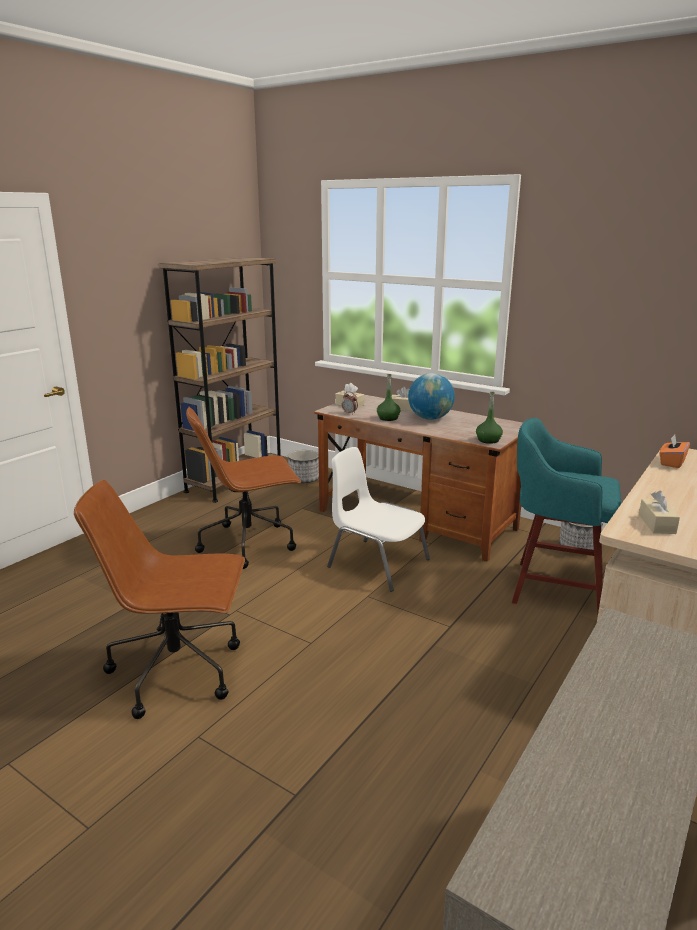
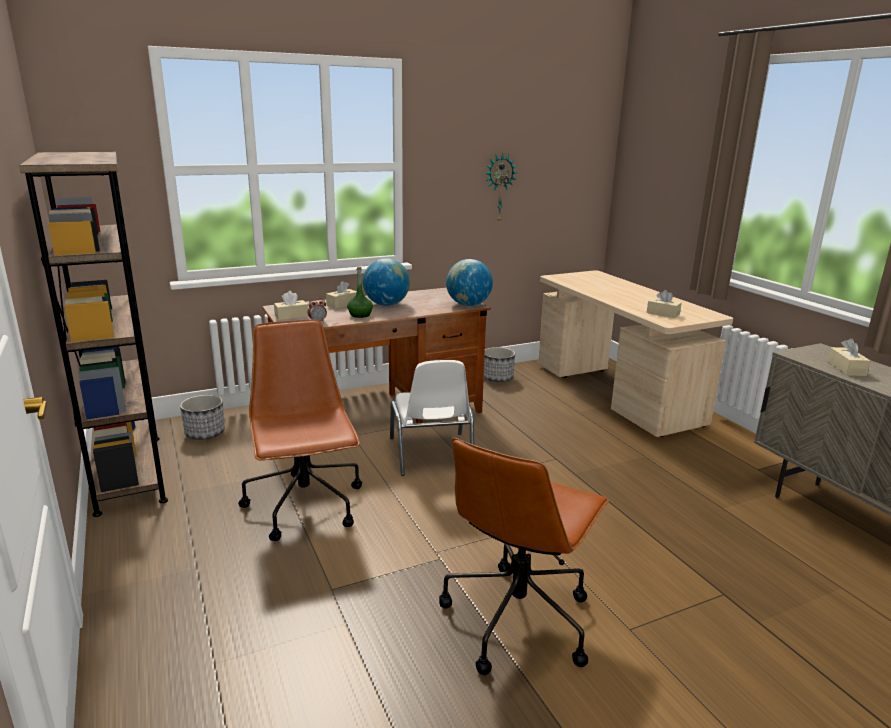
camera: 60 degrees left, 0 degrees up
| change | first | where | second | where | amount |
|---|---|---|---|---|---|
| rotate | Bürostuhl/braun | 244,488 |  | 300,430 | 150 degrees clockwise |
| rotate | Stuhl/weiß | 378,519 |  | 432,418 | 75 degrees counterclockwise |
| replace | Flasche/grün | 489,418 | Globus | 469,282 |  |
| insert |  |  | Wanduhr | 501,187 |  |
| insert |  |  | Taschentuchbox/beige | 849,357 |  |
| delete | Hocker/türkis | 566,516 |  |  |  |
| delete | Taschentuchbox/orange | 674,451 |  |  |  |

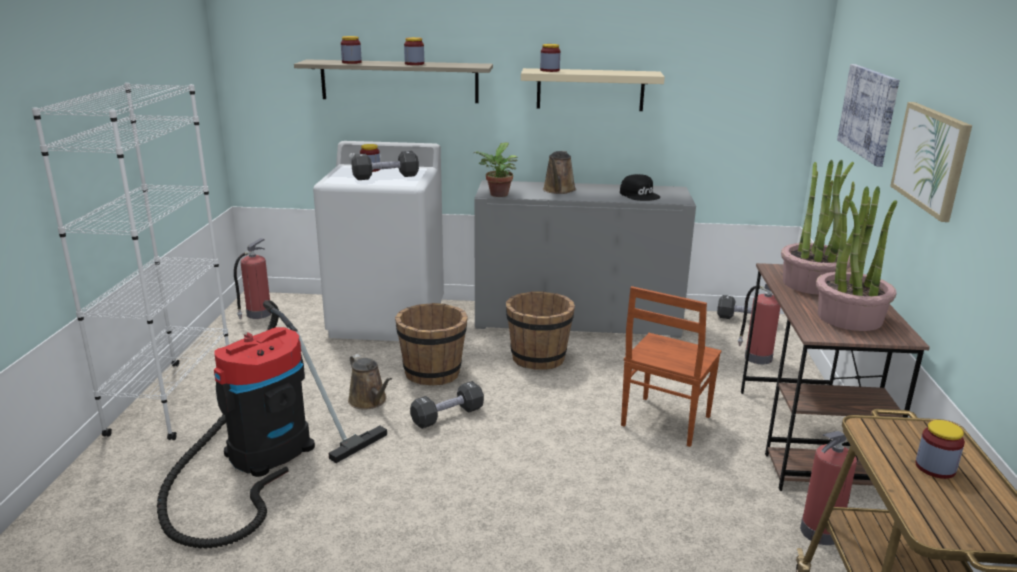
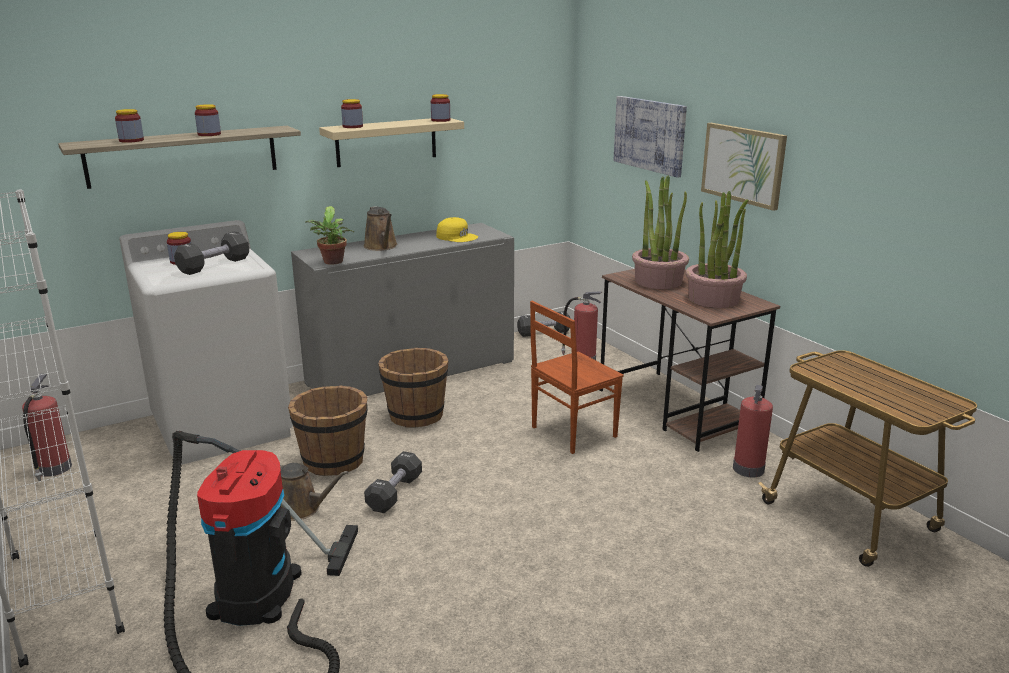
camera: 35 degrees left, 0 degrees up
| change | first | where | second | where | amount |
|---|---|---|---|---|---|
| move | Vorratsglas | 940,449 |  | 440,108 |  |
| recolor | Kappe/schwarz | 640,187 | Kappe/gelb | 457,229 |  |
| rotate | Stuhl/braun | 671,366 |  | 577,377 | 60 degrees clockwise |

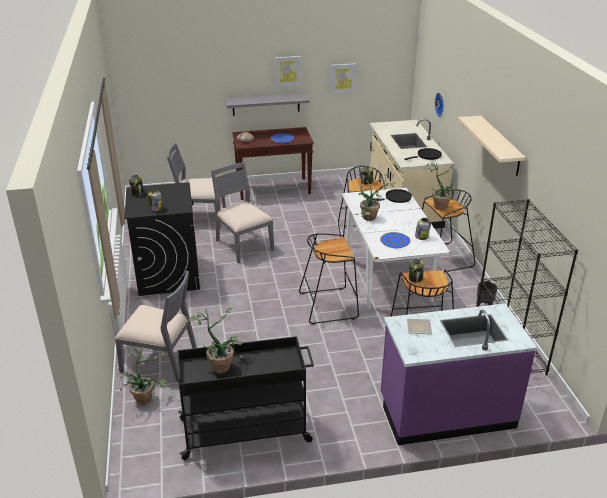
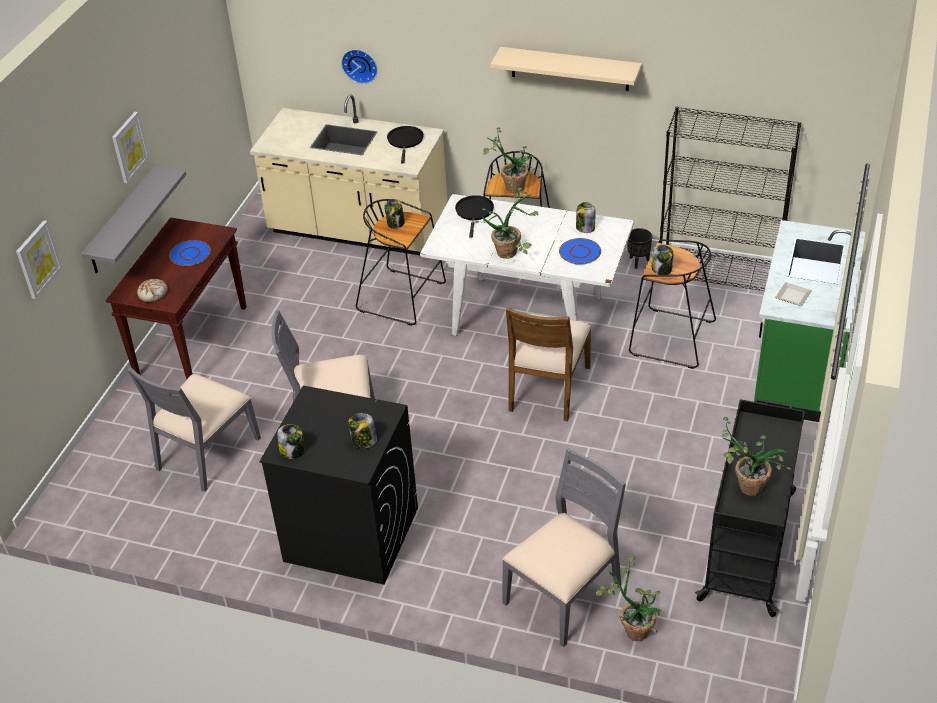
camera: 60 degrees left, 10 degrees up
| change | first | where | second | where | amount |
|---|---|---|---|---|---|
| move | Bild | 343,78 |  | 39,259 |  |
| replace | Hocker/schwarz | 329,279 | Stuhl/braun | 548,364 |  |
| recolor | Küchenzeile/lila | 459,374 | Küchenzeile/grün | 809,321 |  |

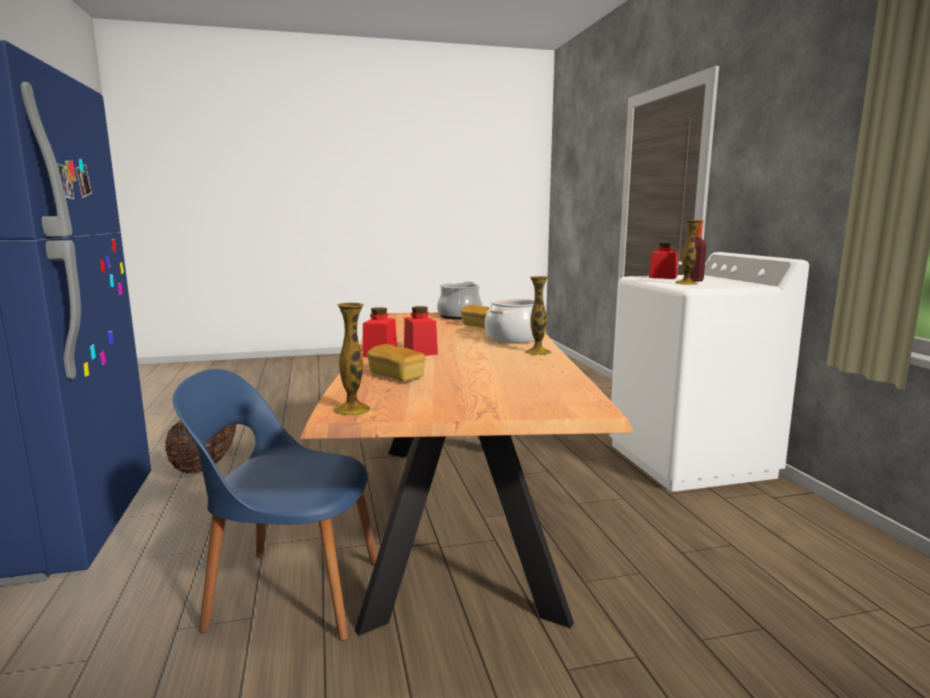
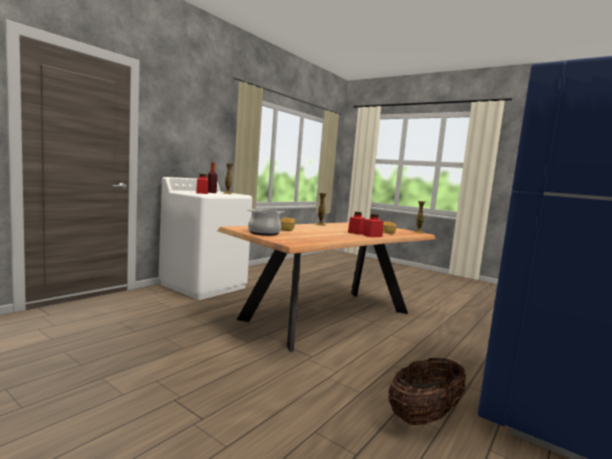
camera: 130 degrees left, 5 degrees down
| change | first | where | second | where | amount |
|---|---|---|---|---|---|
| delete | Stuhl/blau | 275,505 |  |  |  |
| delete | Kochtopf | 510,320 |  |  |  |

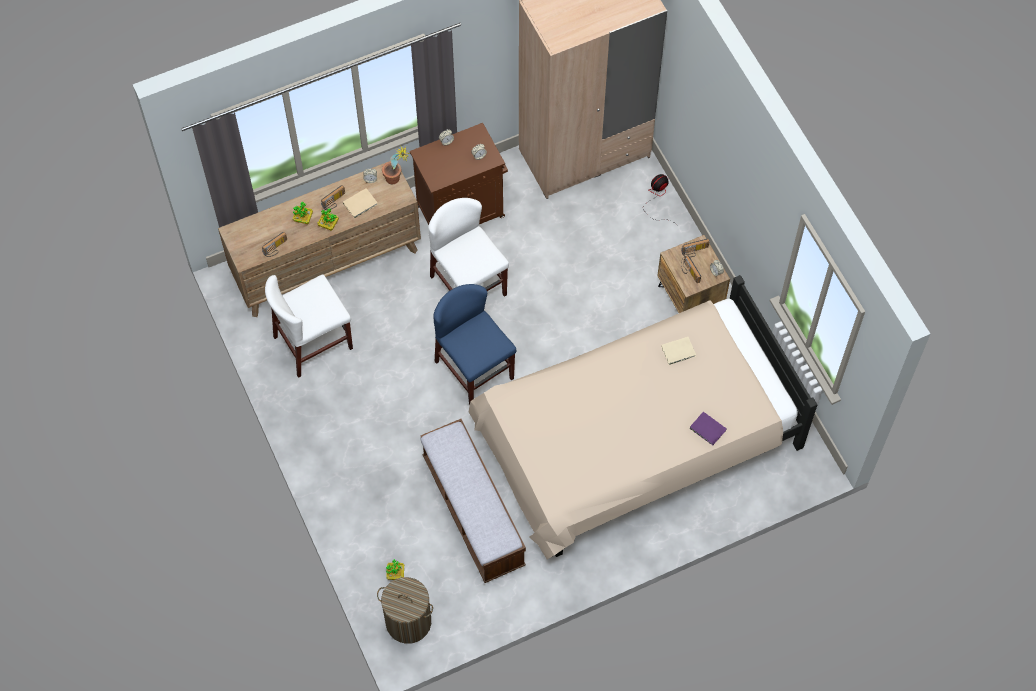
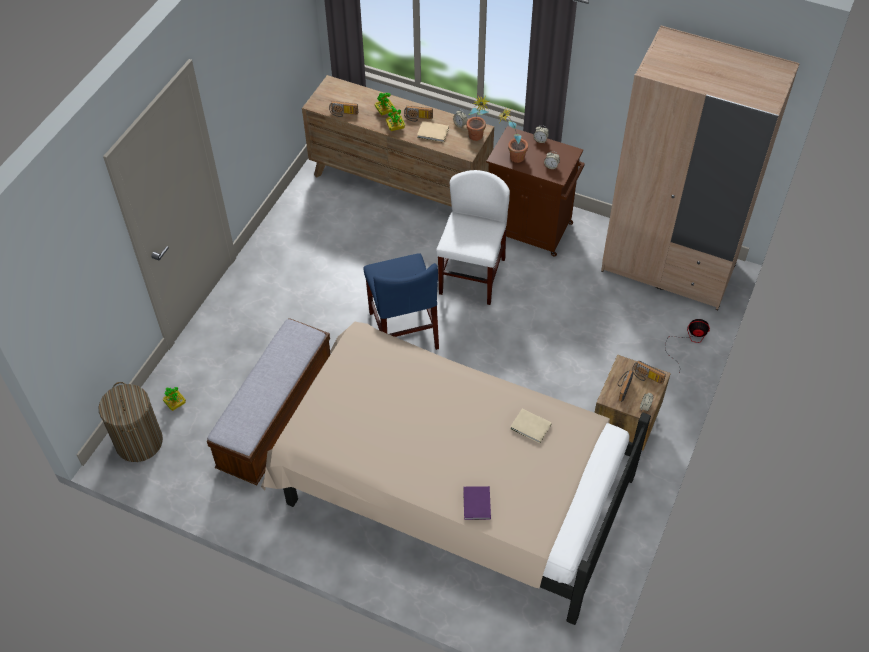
camera: 50 degrees right, 10 degrees down
| change | first | where | second | where | amount |
|---|---|---|---|---|---|
| rotate | Stuhl/blau | 475,344 |  | 401,301 | 150 degrees clockwise |
| insert |  |  | Topfpflanze | 513,136 |  |
| delete | Stuhl/weiß | 309,326 |  |  |  |

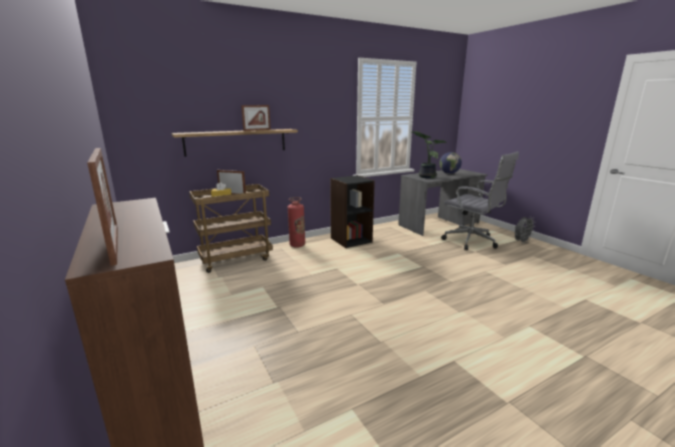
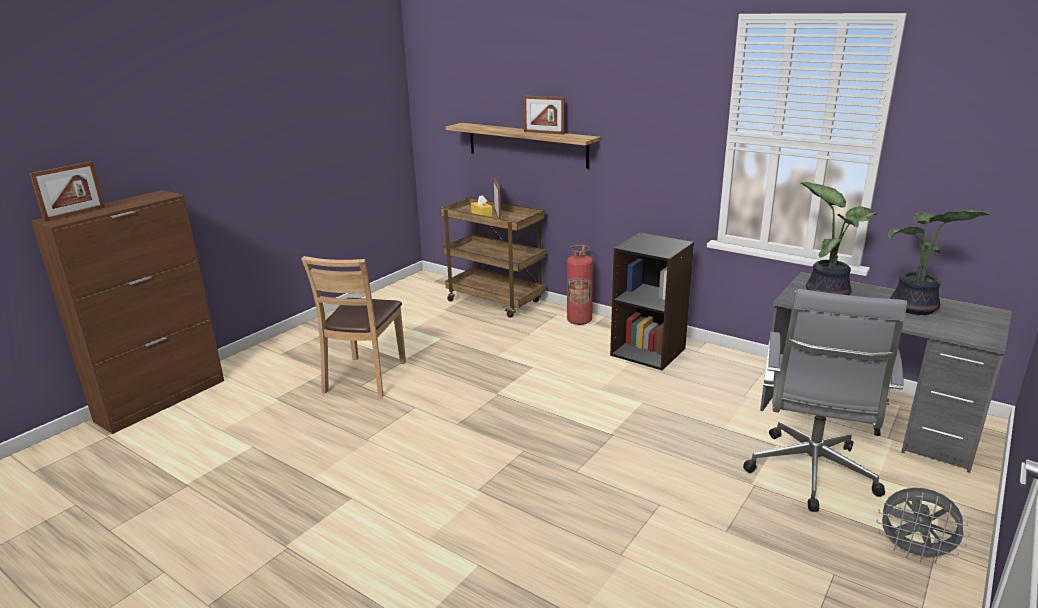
camera: 65 degrees right, 5 degrees up
| change | first | where | second | where | amount |
|---|---|---|---|---|---|
| insert |  |  | Stuhl/braun | 353,327 |  |
| replace | Globus | 450,163 | Topfpflanze | 939,262 |  |

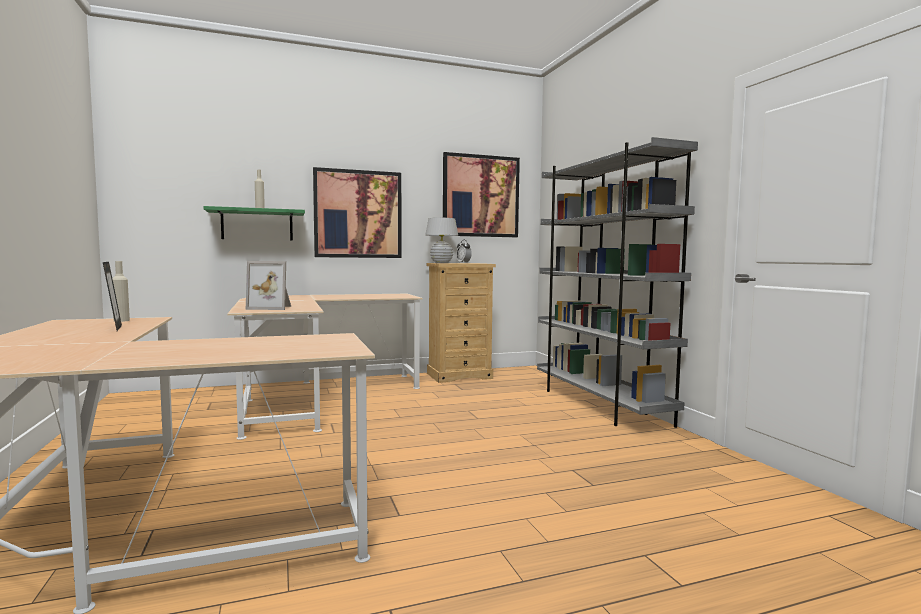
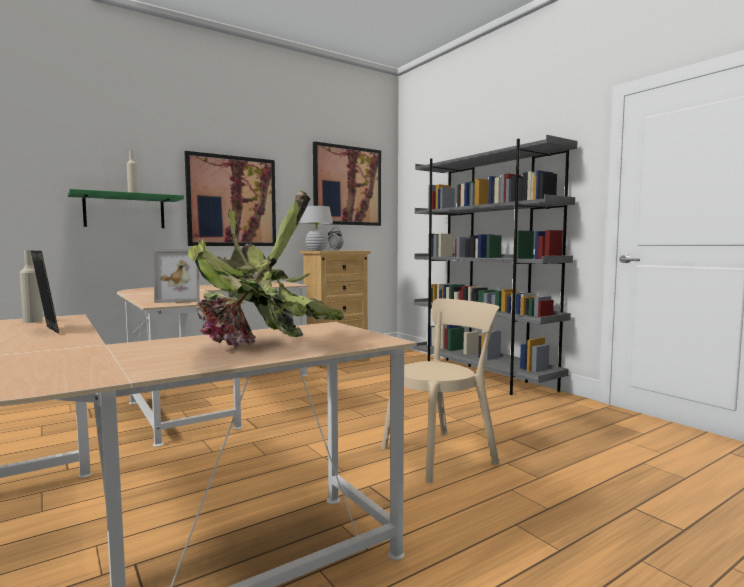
camera: 15 degrees left, 0 degrees up
| change | first | where | second | where | amount |
|---|---|---|---|---|---|
| insert |  |  | Topfpflanze | 266,268 |  |
| insert |  |  | Stuhl/beige | 440,390 |  |

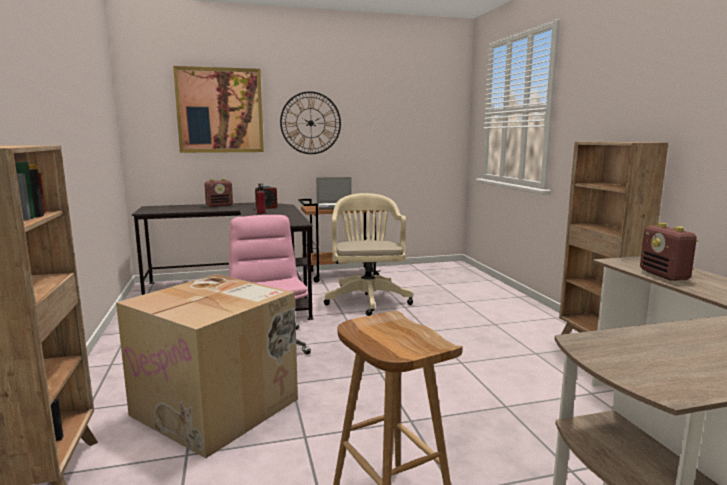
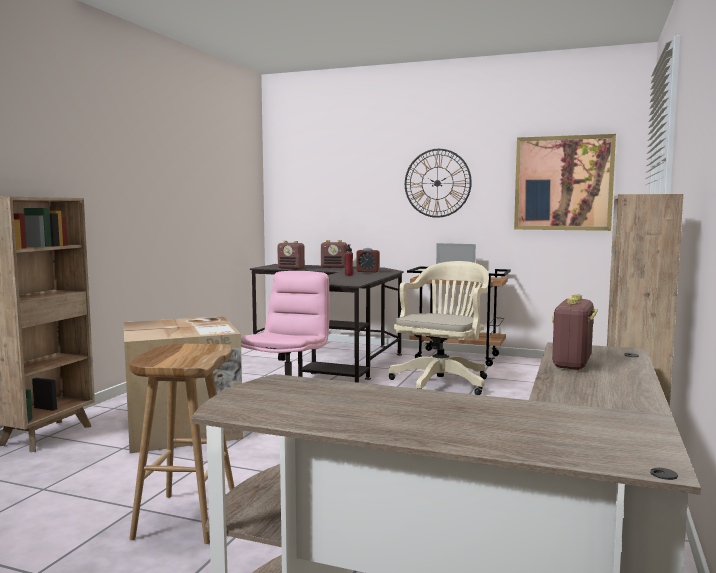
camera: 35 degrees right, 5 degrees down
| change | first | where | second | where | amount |
|---|---|---|---|---|---|
| insert |  |  | Radio | 291,255 |  |
| move | Bild | 218,109 |  | 565,182 |  |

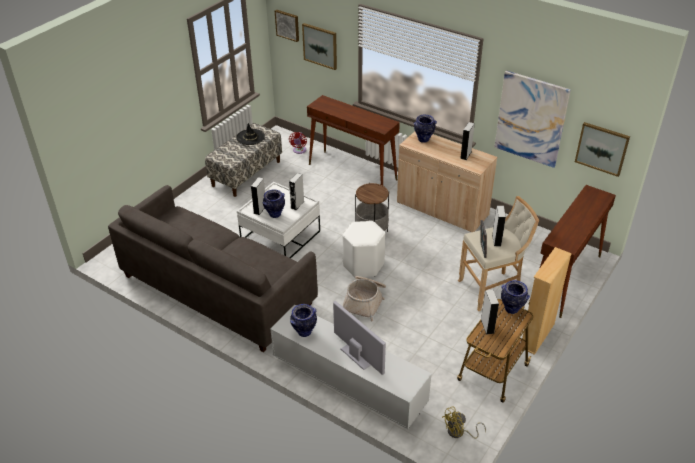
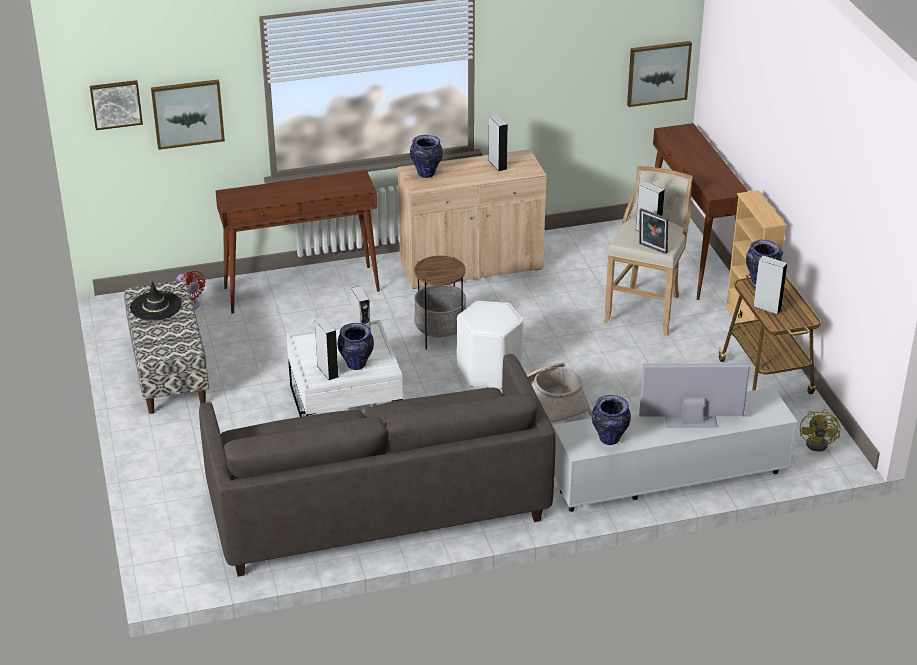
camera: 50 degrees left, 5 degrees down
| change | first | where | second | where | amount |
|---|---|---|---|---|---|
| delete | Bild | 533,119 |  |  |  |

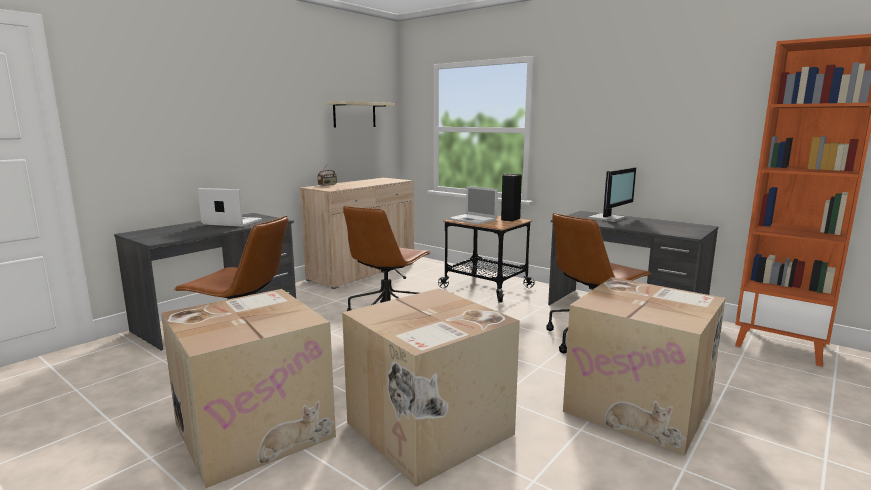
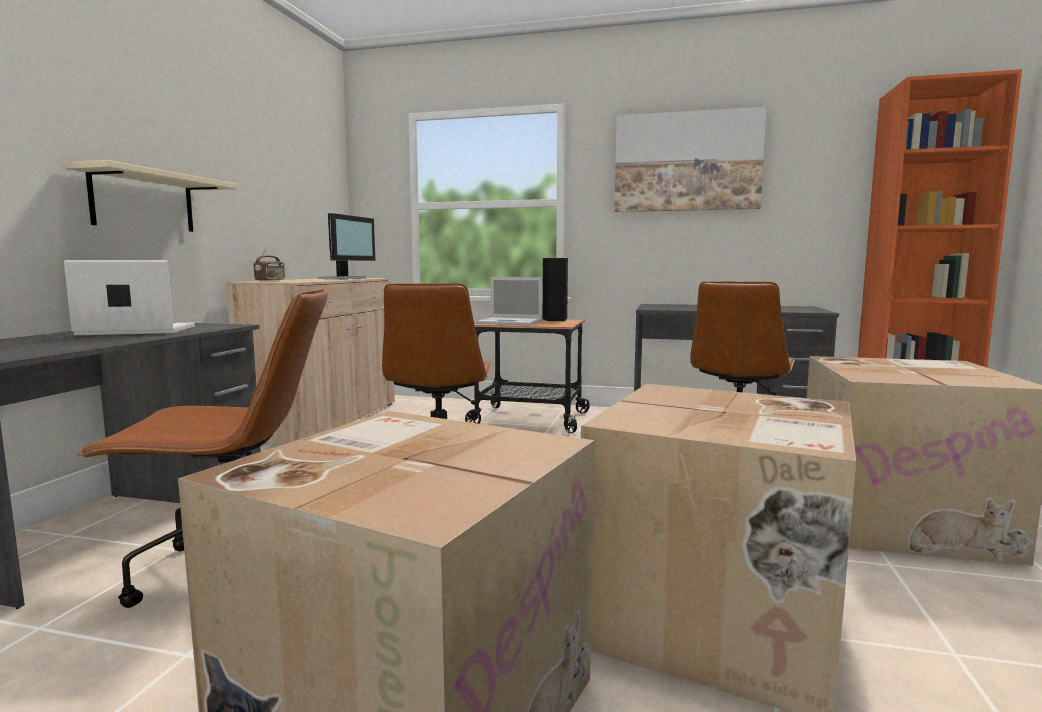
camera: 25 degrees left, 5 degrees down
| change | first | where | second | where | amount |
|---|---|---|---|---|---|
| move | Wandregal/beige | 360,114 |  | 150,196 |  |
| move | Monitor | 612,194 |  | 346,246 |  |
| insert |  |  | Bild | 690,159 |  |

